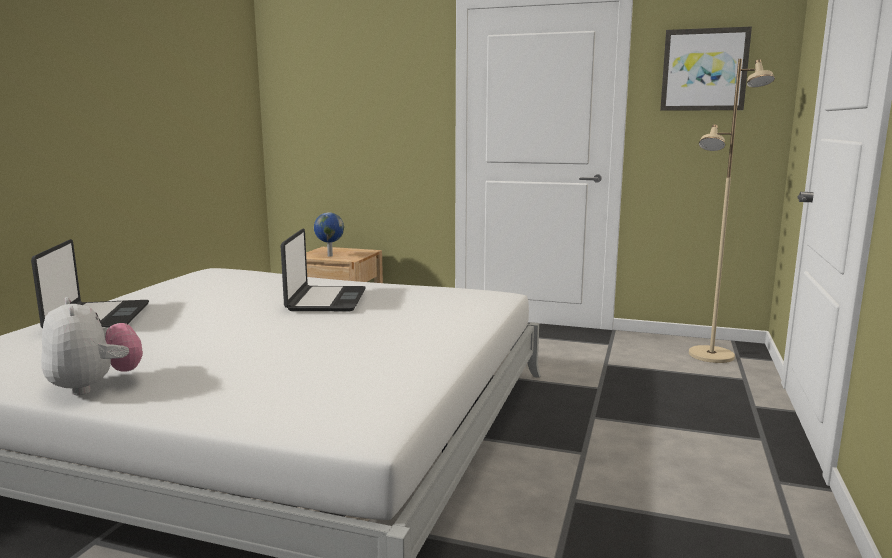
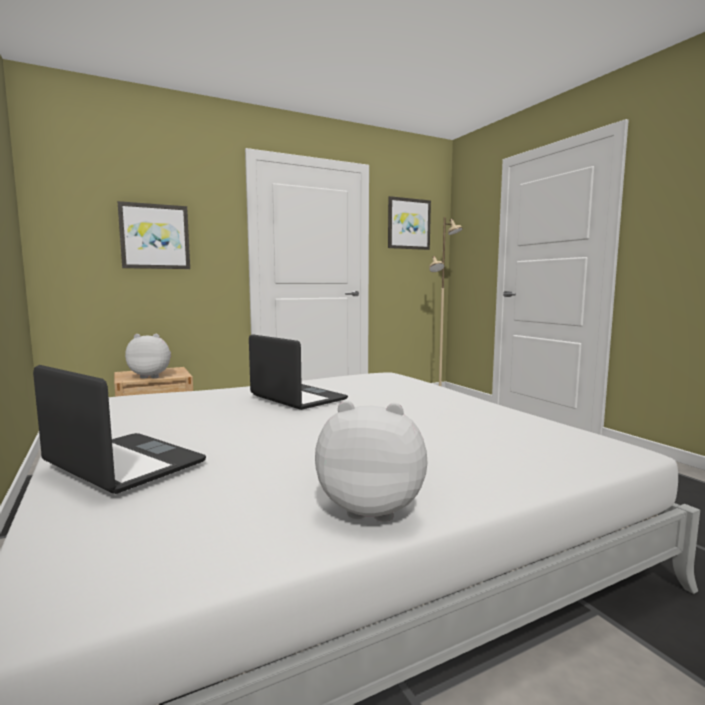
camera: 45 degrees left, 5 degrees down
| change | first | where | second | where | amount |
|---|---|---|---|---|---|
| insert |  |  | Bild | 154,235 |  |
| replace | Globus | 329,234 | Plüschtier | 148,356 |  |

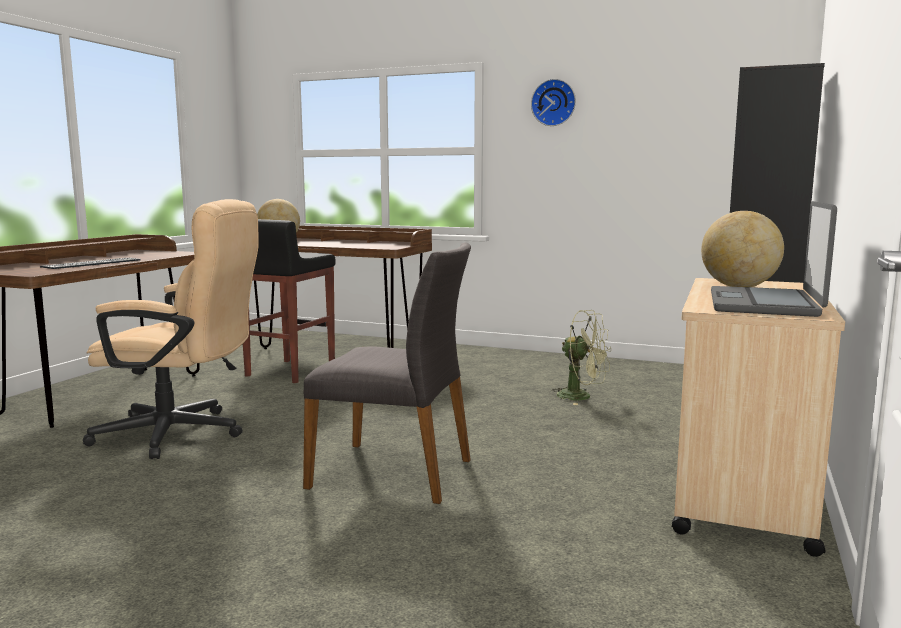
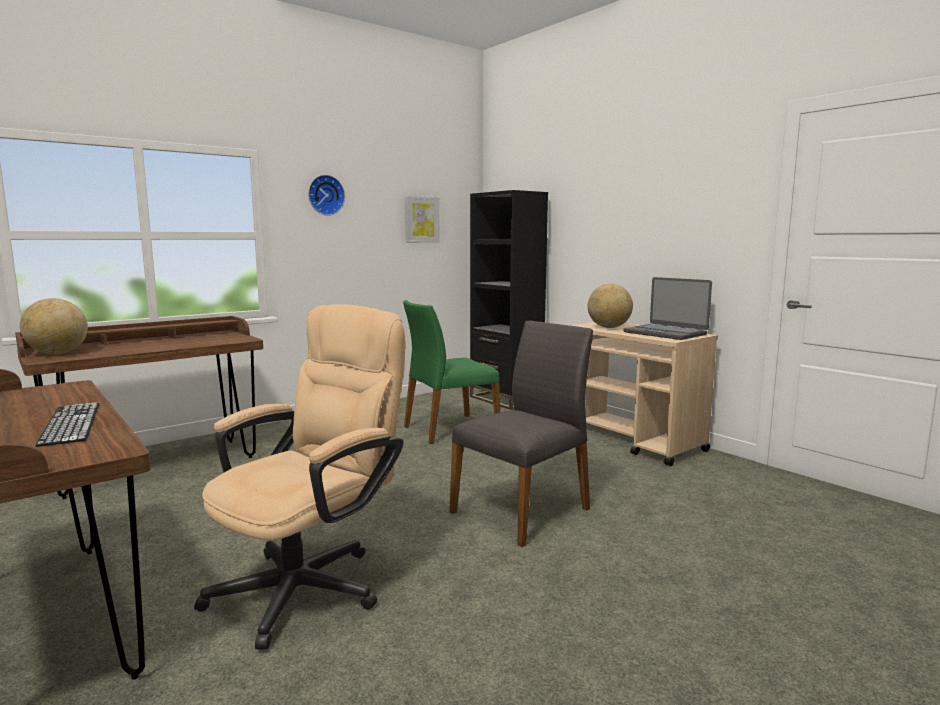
camera: 60 degrees left, 0 degrees up
| change | first | where | second | where | amount |
|---|---|---|---|---|---|
| replace | Ventilator/grün | 581,357 | Stuhl/grün | 451,372 |  |
| insert |  |  | Bild | 422,219 |  |
| delete | Hocker/schwarz | 289,301 |  |  |  |

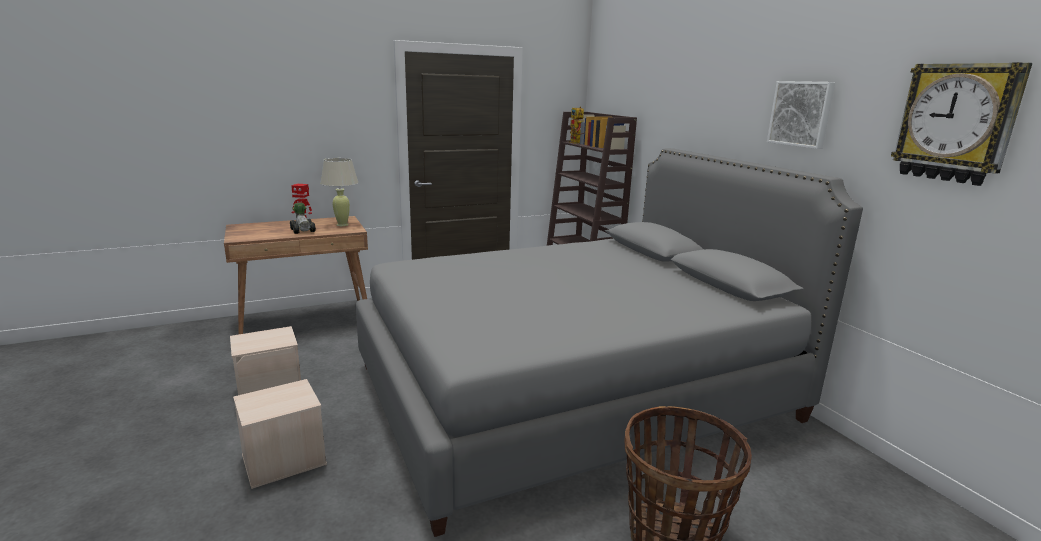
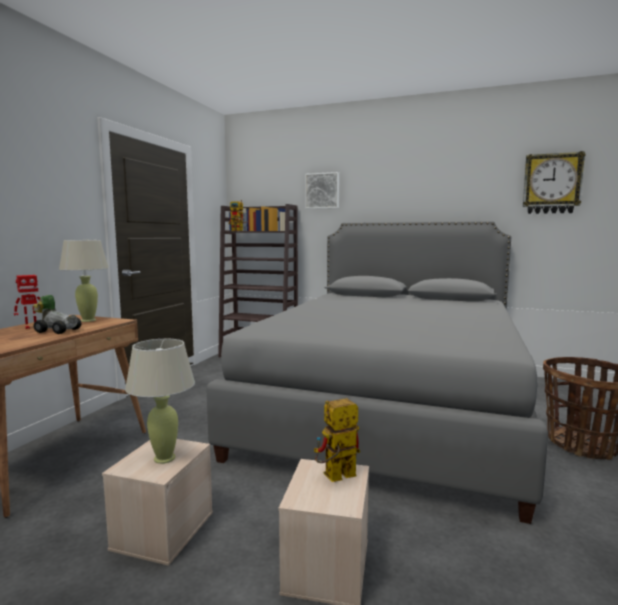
camera: 45 degrees left, 10 degrees down
| change | first | where | second | where | amount |
|---|---|---|---|---|---|
| insert |  |  | Tischlampe/beige | 160,401 |  |
| move | Bild | 801,115 |  | 322,190 |  |
| insert |  |  | Spielzeugroboter | 337,440 |  |

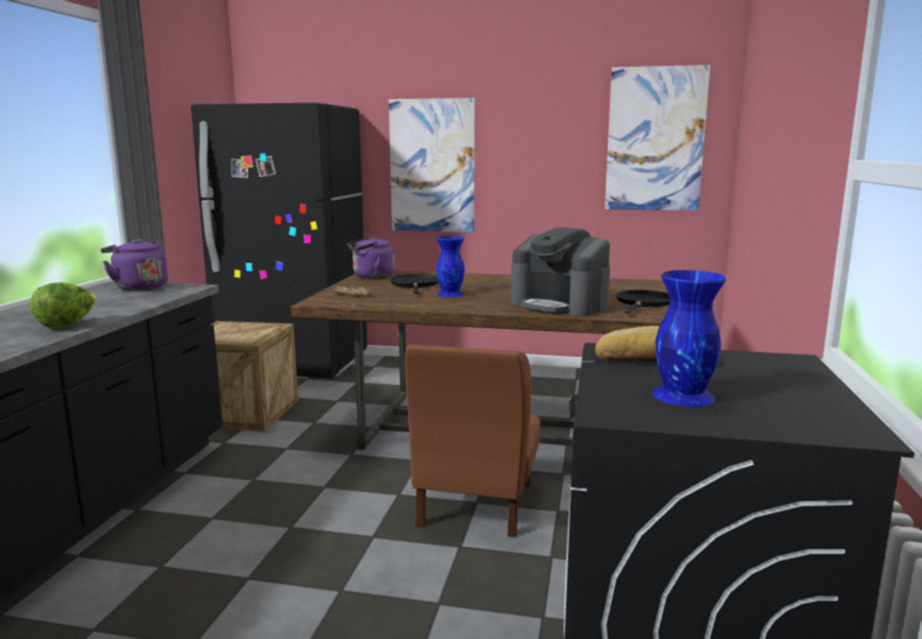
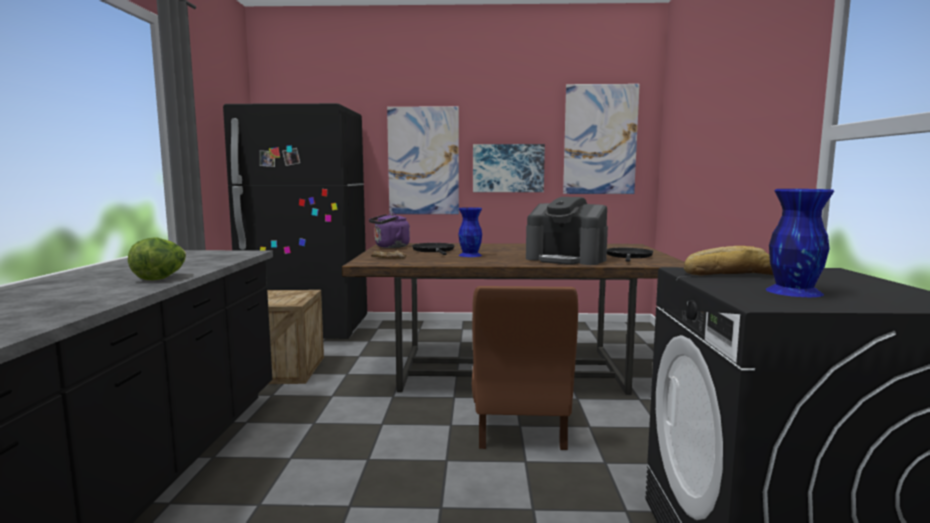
camera: 10 degrees left, 5 degrees down
| change | first | where | second | where | amount |
|---|---|---|---|---|---|
| insert |  |  | Bild | 509,168 |  |
| delete | Wasserkessel/lila | 134,265 |  |  |  |

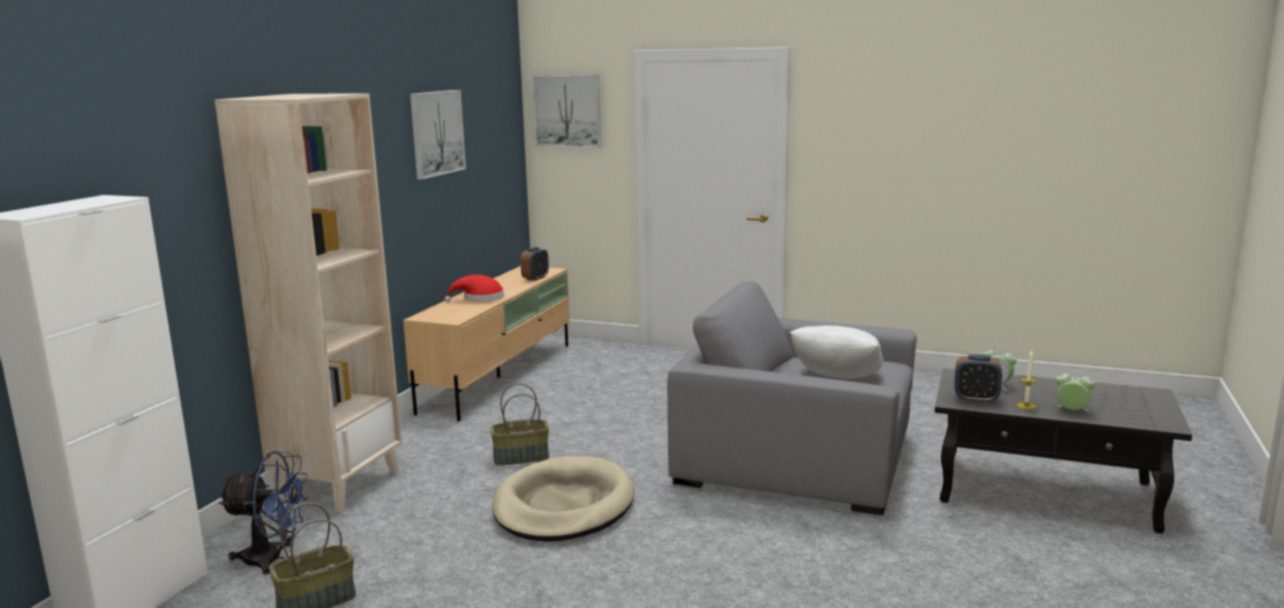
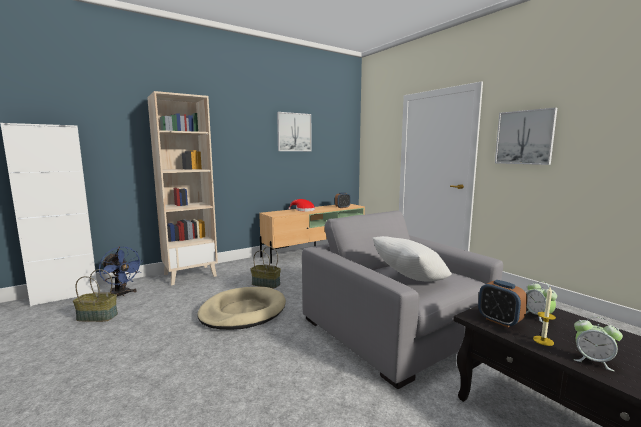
camera: 35 degrees right, 5 degrees down
| change | first | where | second | where | amount |
|---|---|---|---|---|---|
| move | Bild | 566,111 |  | 526,136 |  |
| rotate | Wecker | 1075,390 |  | 598,344 | 150 degrees clockwise |

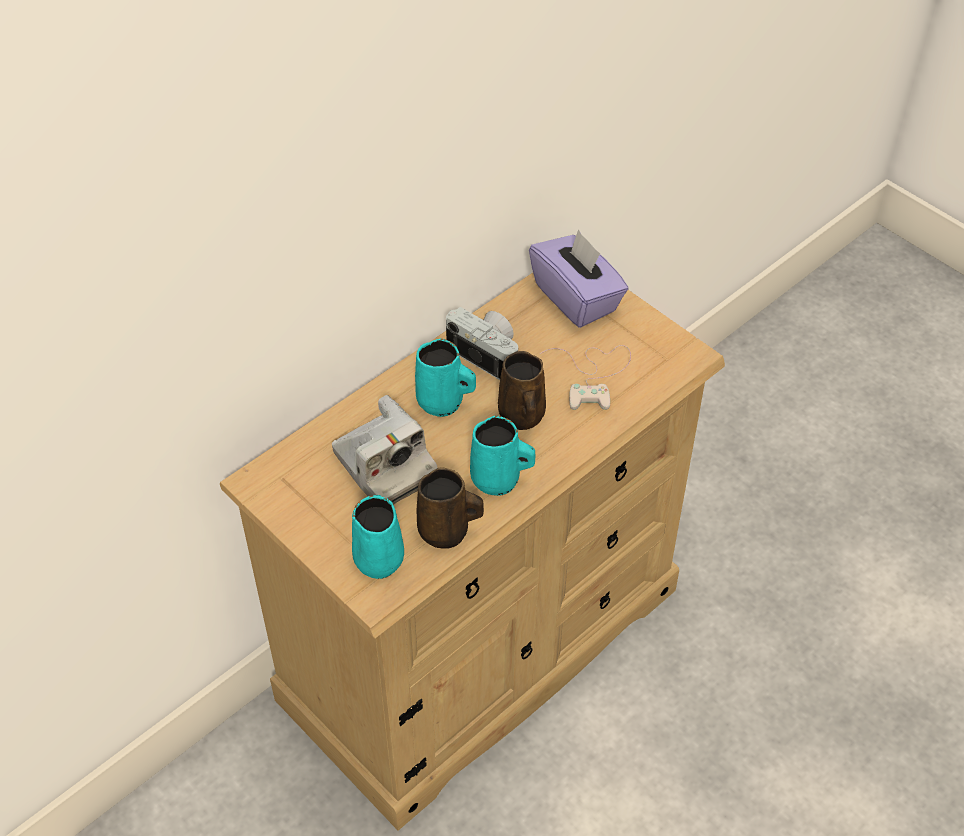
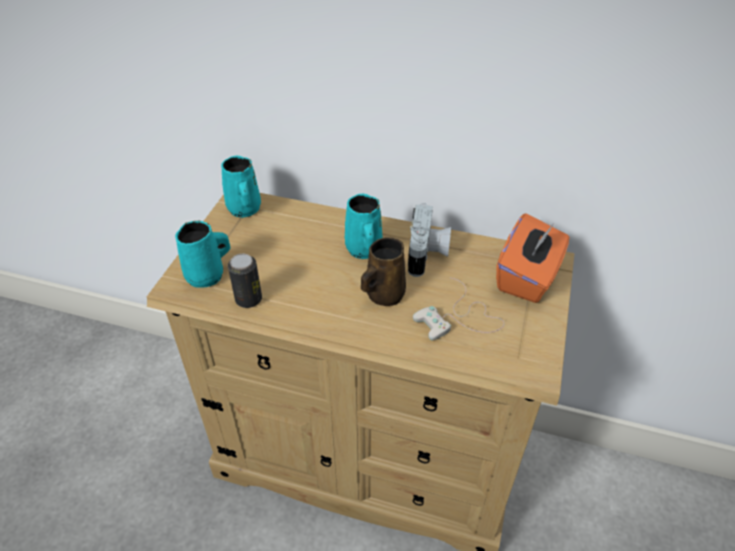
camera: 60 degrees right, 5 degrees down
| change | first | where | second | where | amount |
|---|---|---|---|---|---|
| move | Henkelbecher/türkis | 502,456 |  | 241,187 |  |
| replace | Henkelbecher/braun | 450,508 | Dose | 245,281 |  |
| recolor | Taschentuchbox/lila | 579,278 | Taschentuchbox/orange | 533,258 |  |
| delete | Kamera | 385,450 |  |  |  |

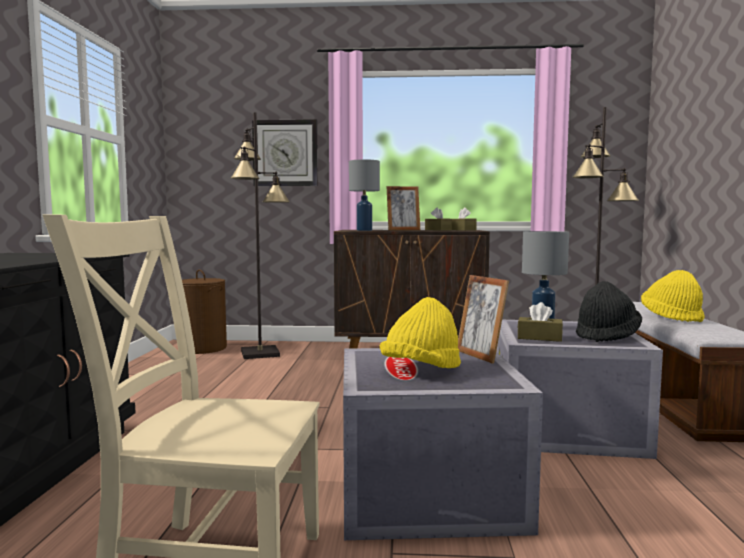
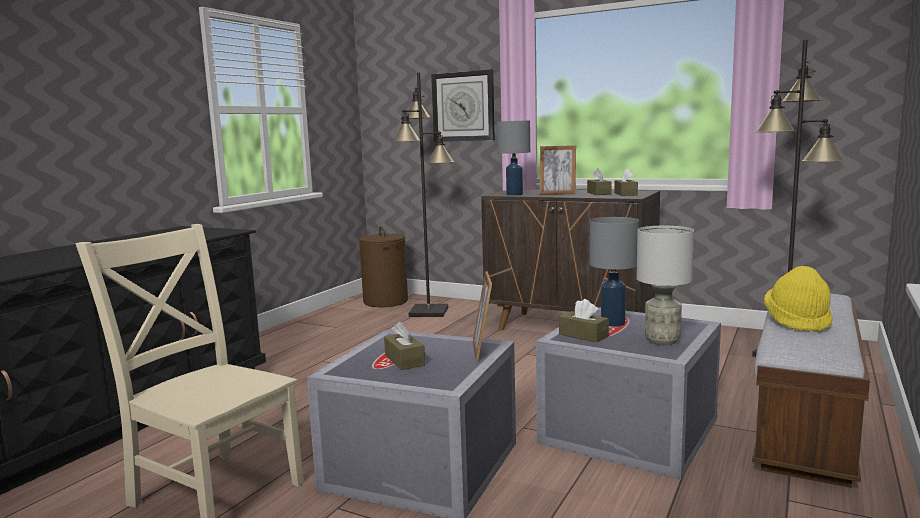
camera: 25 degrees right, 5 degrees up
| change | first | where | second | where | amount |
|---|---|---|---|---|---|
| replace | Hut/gelb | 420,332 | Taschentuchbox/braun | 404,345 |  |
| replace | Hut/schwarz | 609,311 | Tischlampe/grau | 665,285 |  |

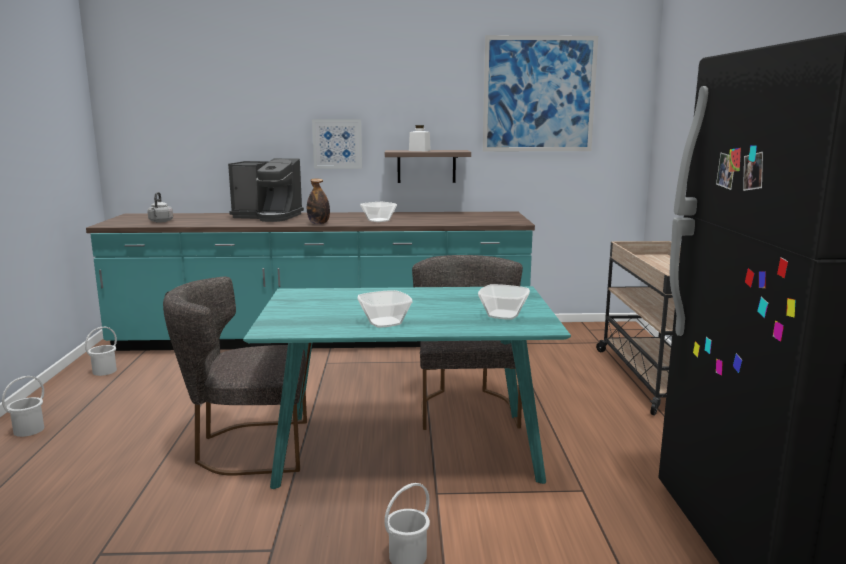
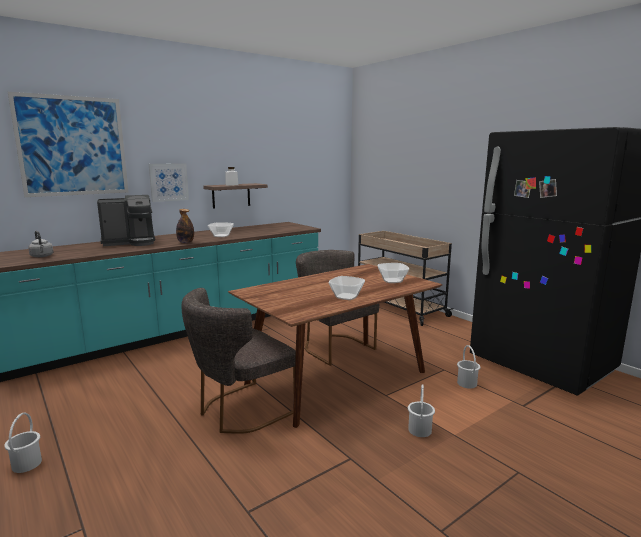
camera: 35 degrees left, 0 degrees up
| change | first | where | second | where | amount |
|---|---|---|---|---|---|
| move | Bild | 540,93 |  | 68,144 |  |
| recolor | Esstisch/türkis | 407,387 | Esstisch/braun | 335,346 |  |
| move | Eimer/weiß | 101,351 |  | 468,367 |  |

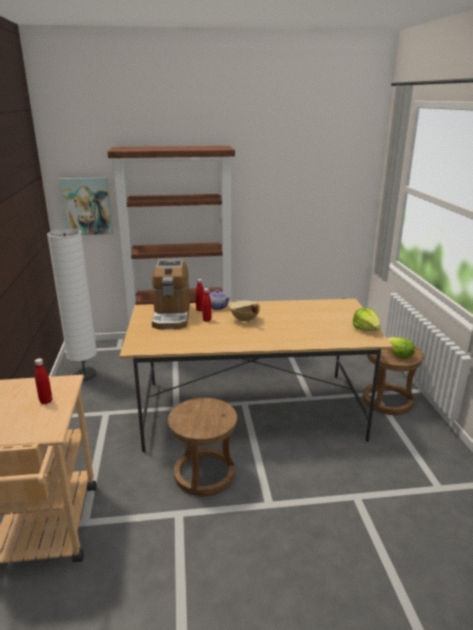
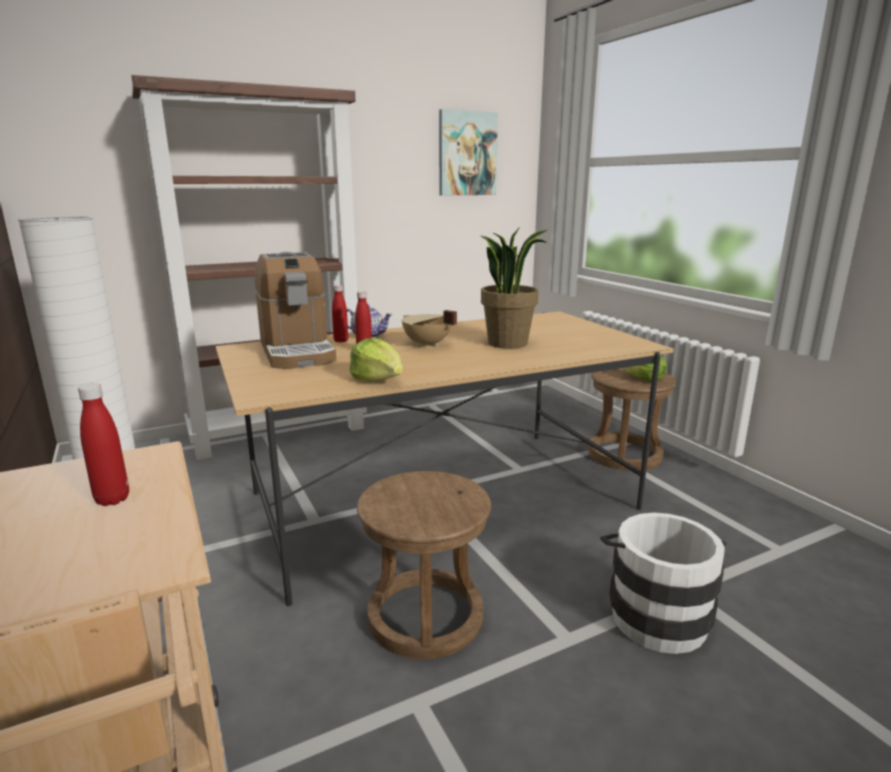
camera: 20 degrees left, 5 degrees down
| change | first | where | second | where | amount |
|---|---|---|---|---|---|
| move | Salatkopf | 367,319 |  | 376,360 |  |
| move | Bild | 85,206 |  | 468,152 |  |
| insert |  |  | Topfpflanze | 514,288 |  |
| insert |  |  | Eimer/weiß | 663,583 |  |

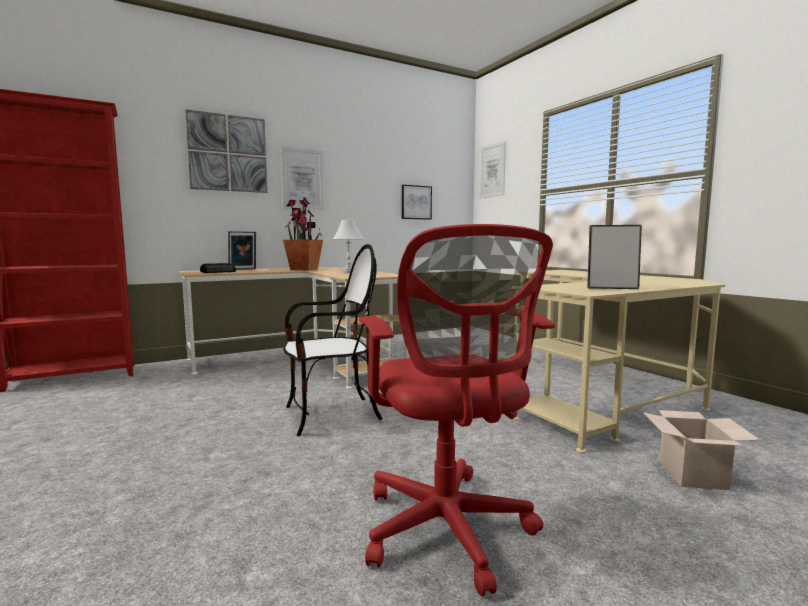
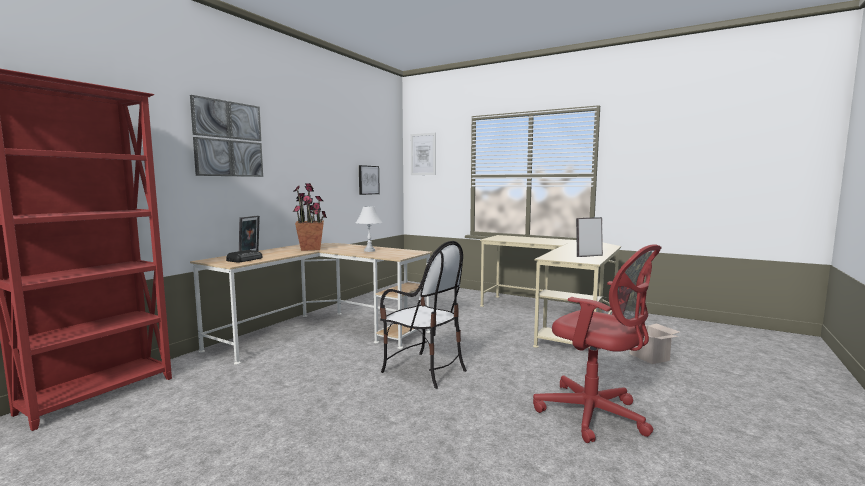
camera: 30 degrees left, 0 degrees up
| change | first | where | second | where | amount |
|---|---|---|---|---|---|
| rotate | Stuhl | 333,340 |  | 423,315 | 90 degrees clockwise |
| delete | Bild | 302,178 |  |  |  |

